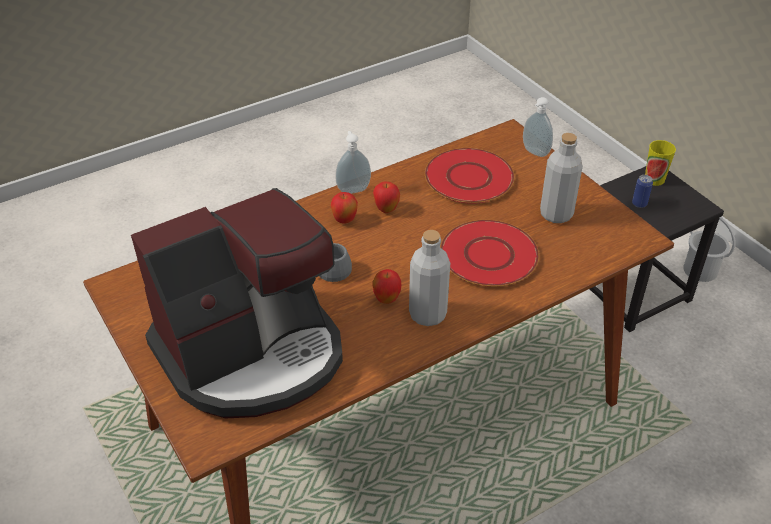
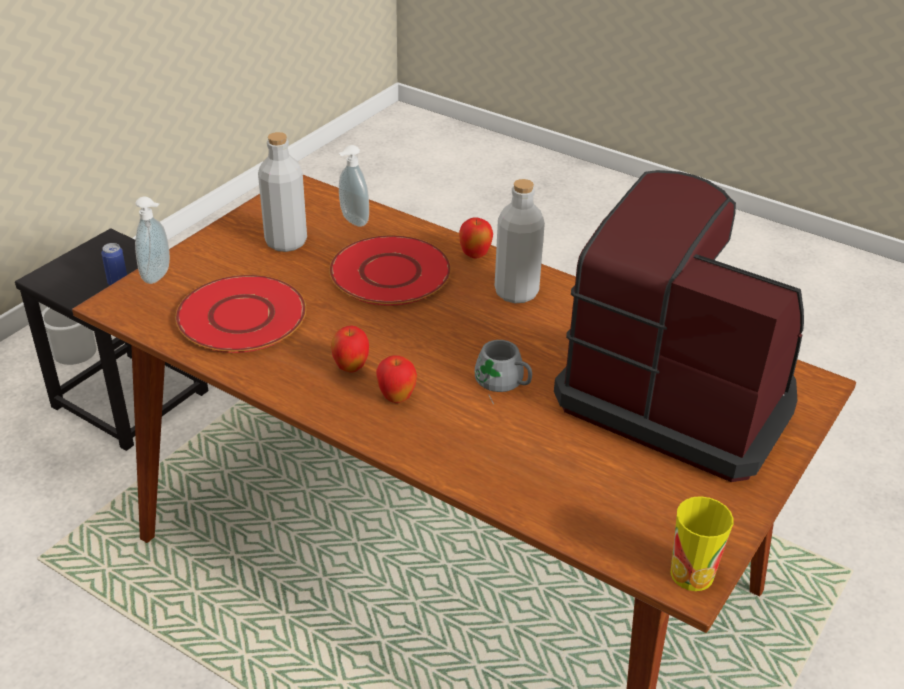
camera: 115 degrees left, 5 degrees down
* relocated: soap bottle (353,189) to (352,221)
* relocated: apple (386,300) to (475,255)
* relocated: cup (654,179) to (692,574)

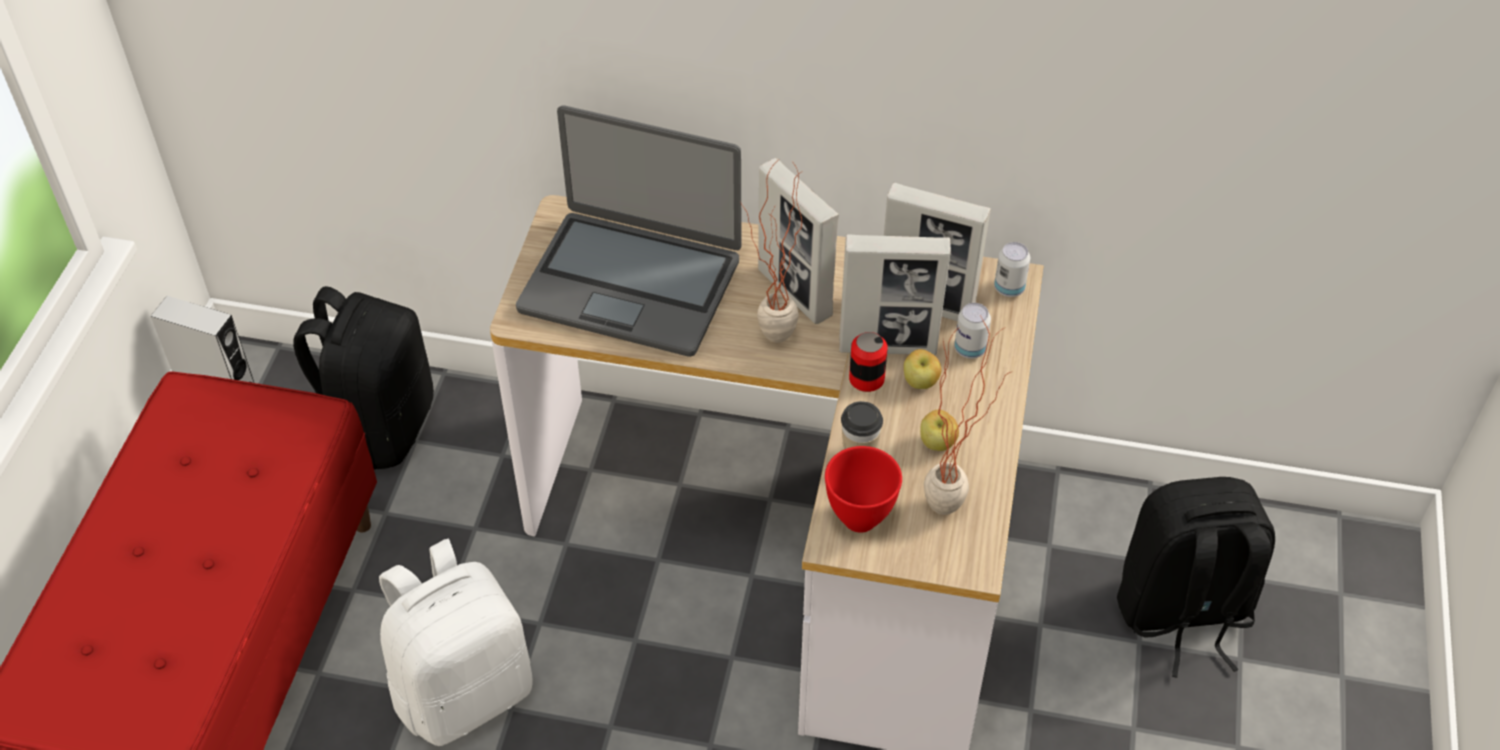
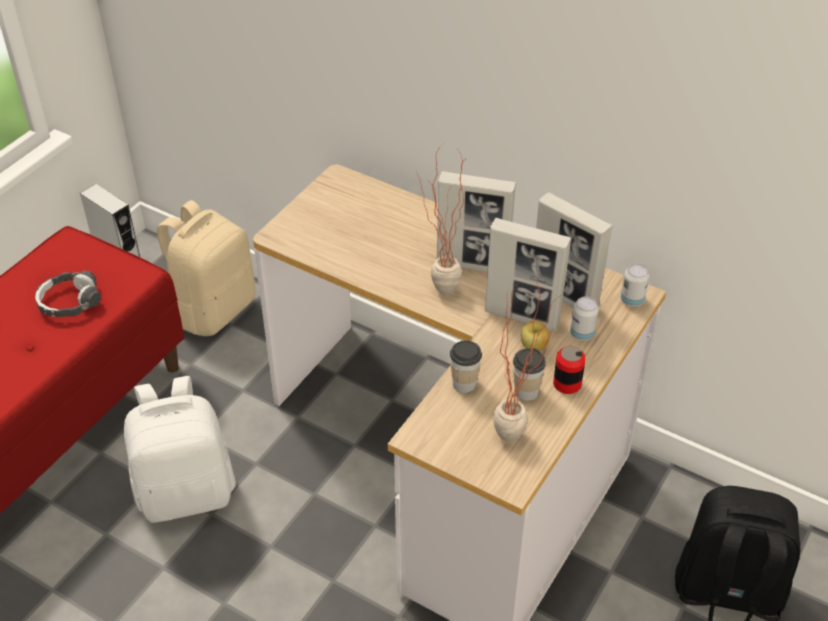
camera: 20 degrees right, 5 degrees down
* appeared: headphones (69,302)
* colour: black rucksack (379,426) to beige-coloured rucksack (213,309)
* spun: standing frame (795,293) = (472,265) 60 degrees counterclockwise
* exchanged: apple (937,444) to cup (526,391)
* relocated: sealed can (866,379) to (567,384)
* missing: notebook computer (631,283)
* missing: reddish deep dish (858,519)

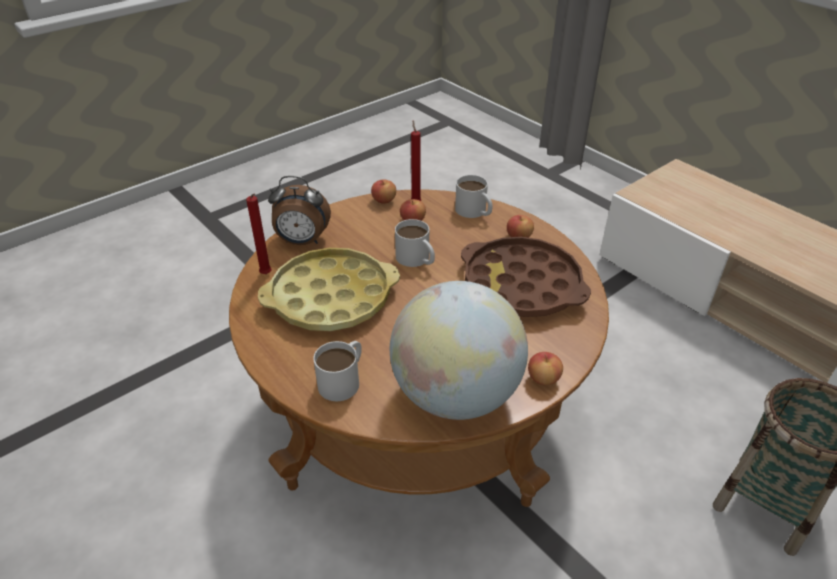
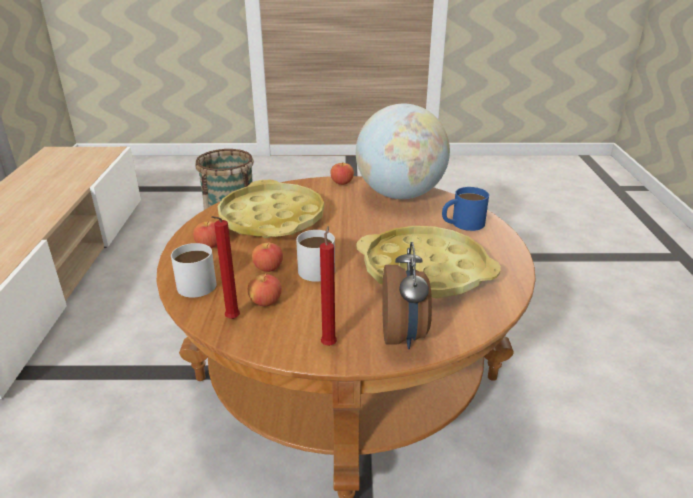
camera: 140 degrees left, 10 degrees down
* colour: brownish carrying tray (521,285) to yellow carrying tray (272,218)
* relocated: apple (384,200) to (268,268)
* relocated: reddish wax light (266,275) to (329,343)
* spun: table clock (302,242) = (404,335) 45 degrees clockwise
* colour: whitish mug (344,379) to blue-coloured mug (462,223)

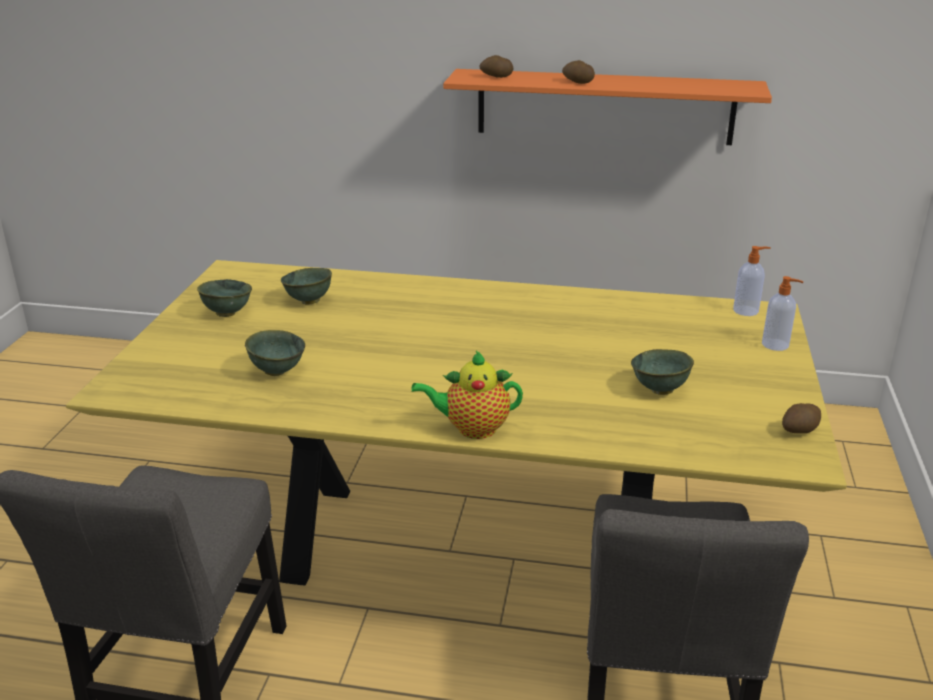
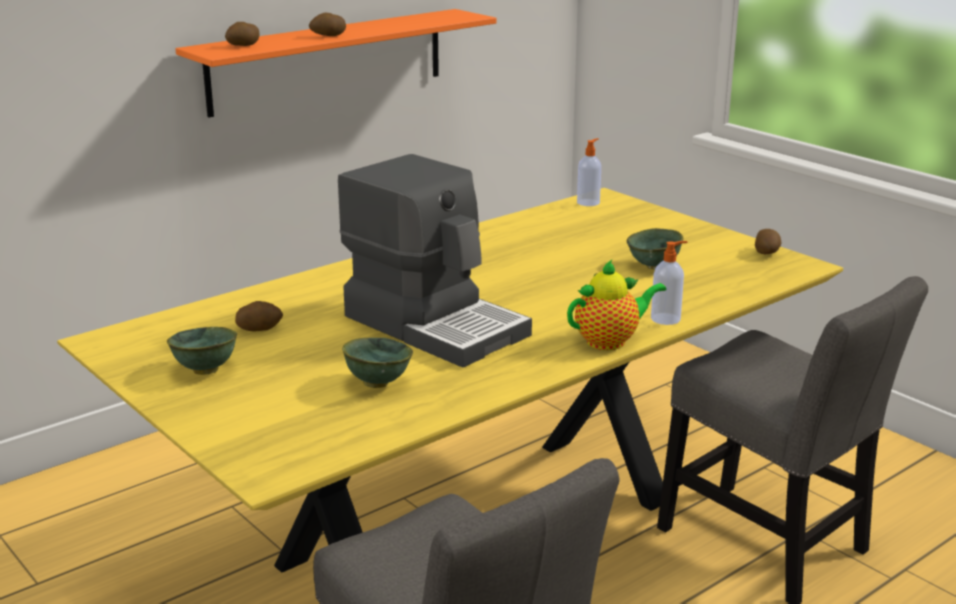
camera: 50 degrees left, 5 degrees down
* exchanged: green-coloured deep dish (308,302) to whole potato (259,328)
* appeared: coffee maker (436,324)
* spun: teapot (472,429) = (610,341) 150 degrees counterclockwise
* relocated: soap bottle (776,345) to (666,319)

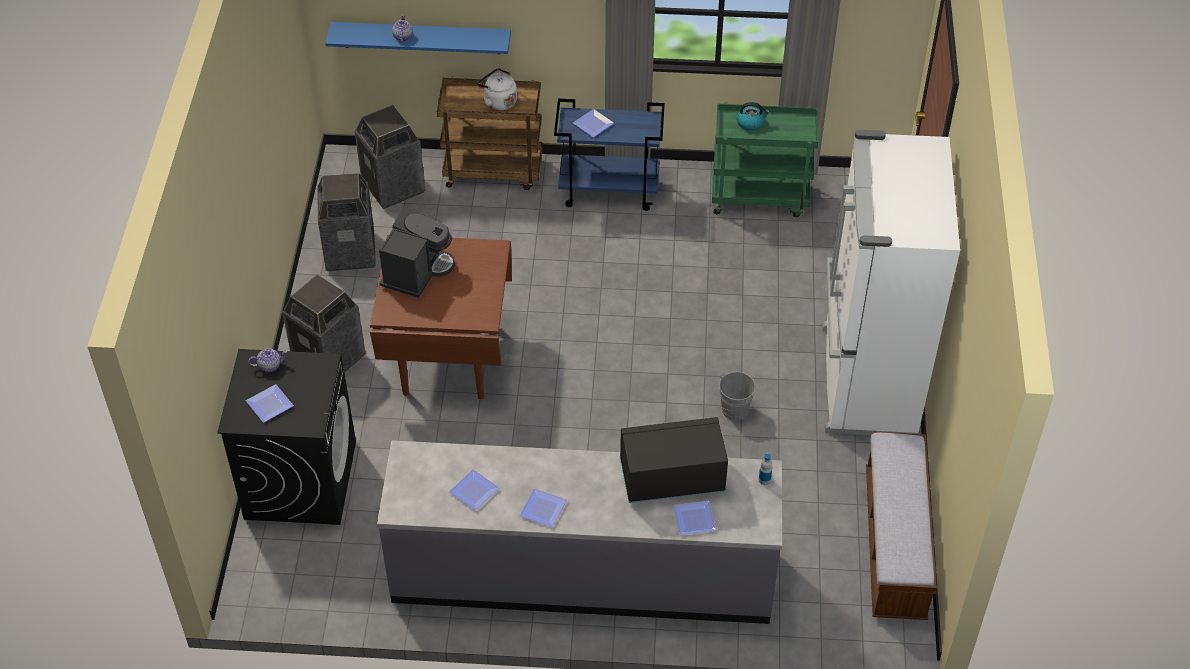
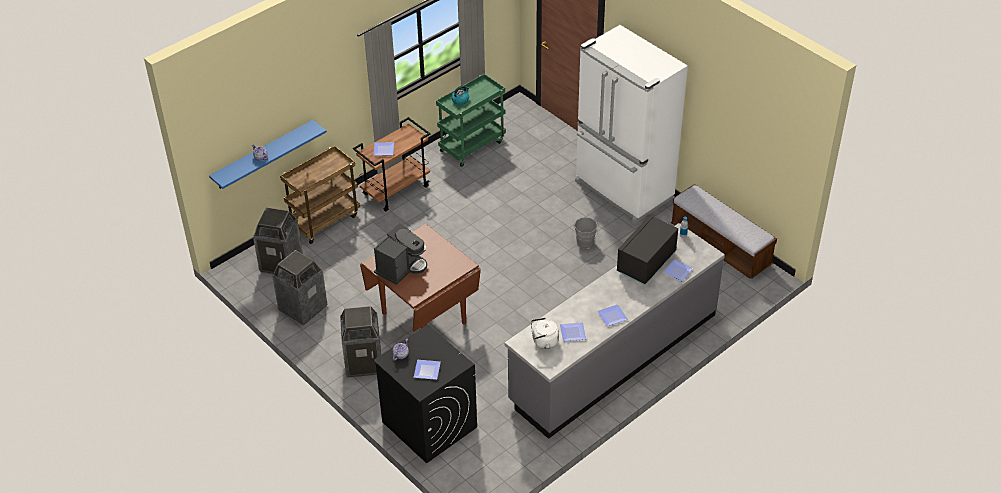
camera: 45 degrees left, 5 degrees down
* colour: blue-coloured trolley (610,190) to brownish trolley (396,190)
* spun: coffee maker (417,271) = (401,268) 60 degrees clockwise
* relocated: whitish kettle (498,101) to (544,342)

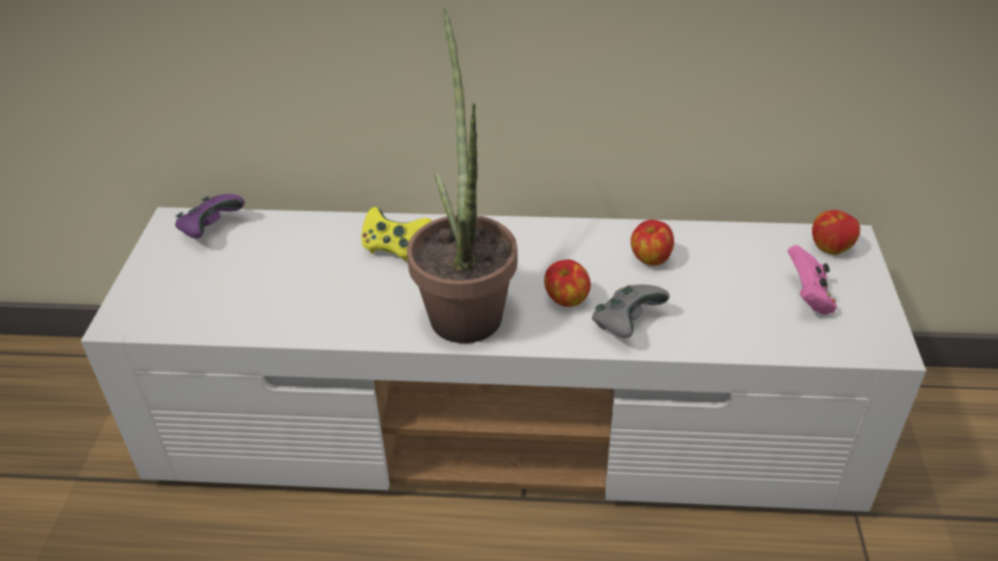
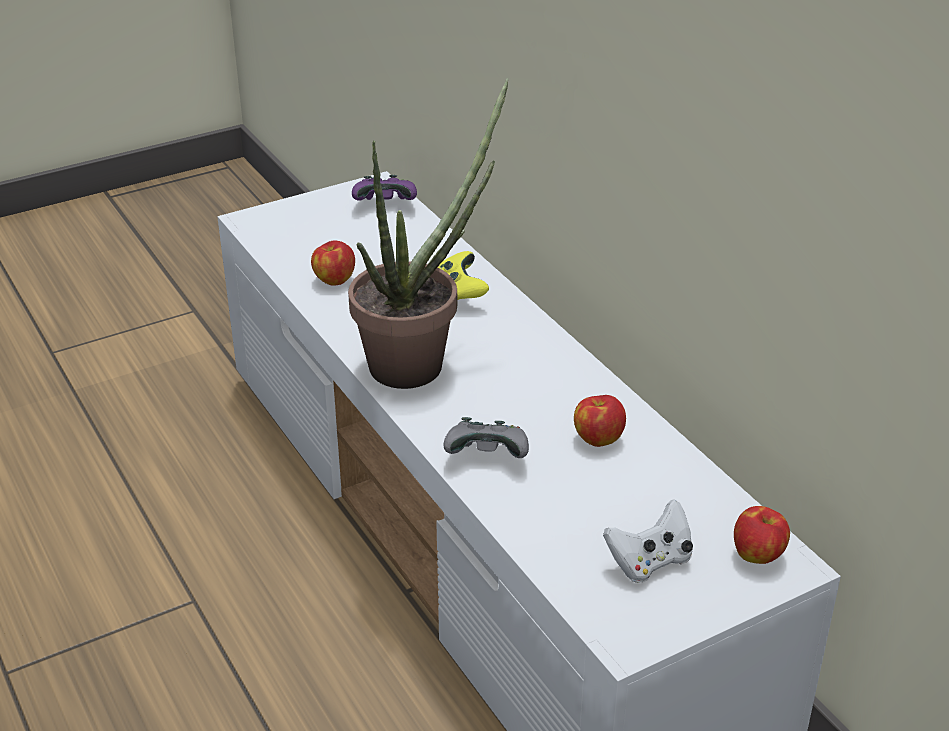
camera: 55 degrees right, 5 degrees down
* relocated: apple (566,300) to (334,280)
* colour: pink game controller (808,298) to whitish game controller (649,562)

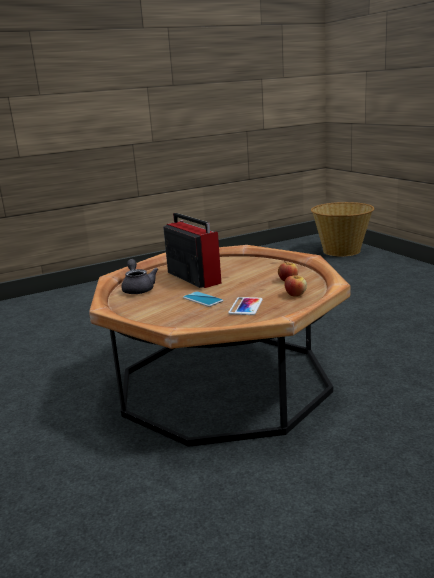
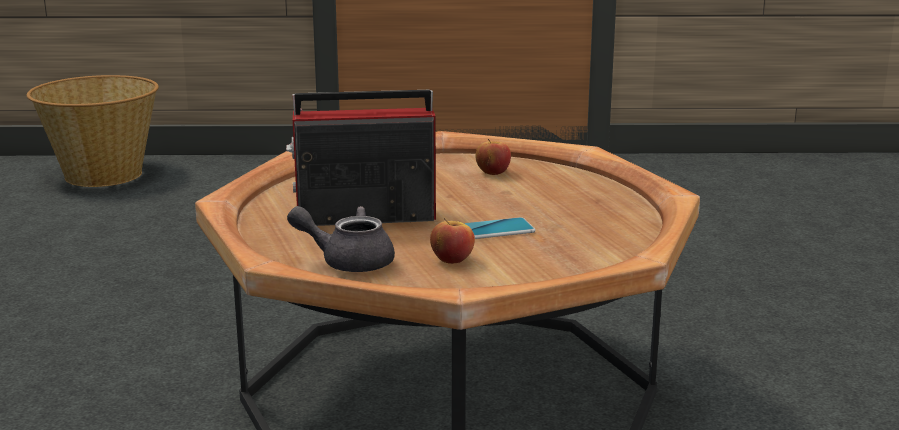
camera: 65 degrees left, 0 degrees up
* relocated: apple (295,295) to (452,260)
* missing: handset (245,306)

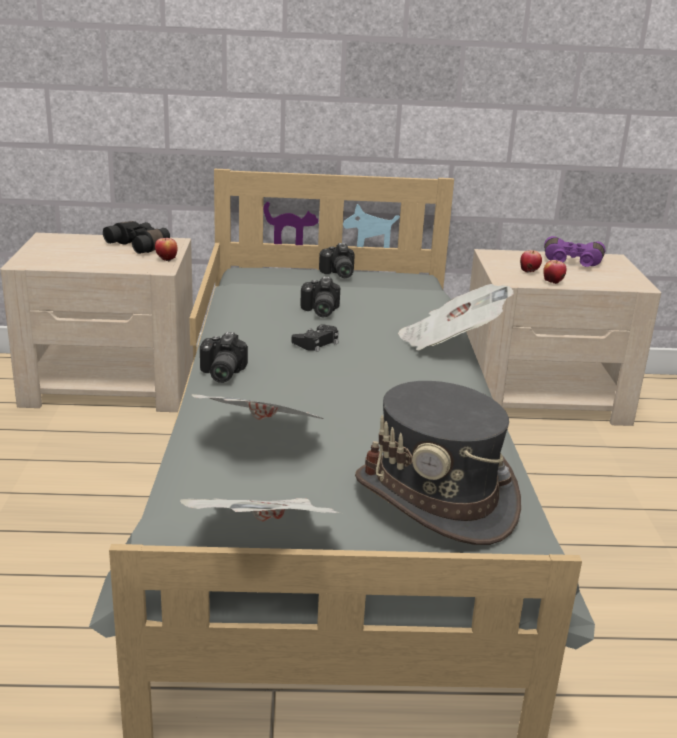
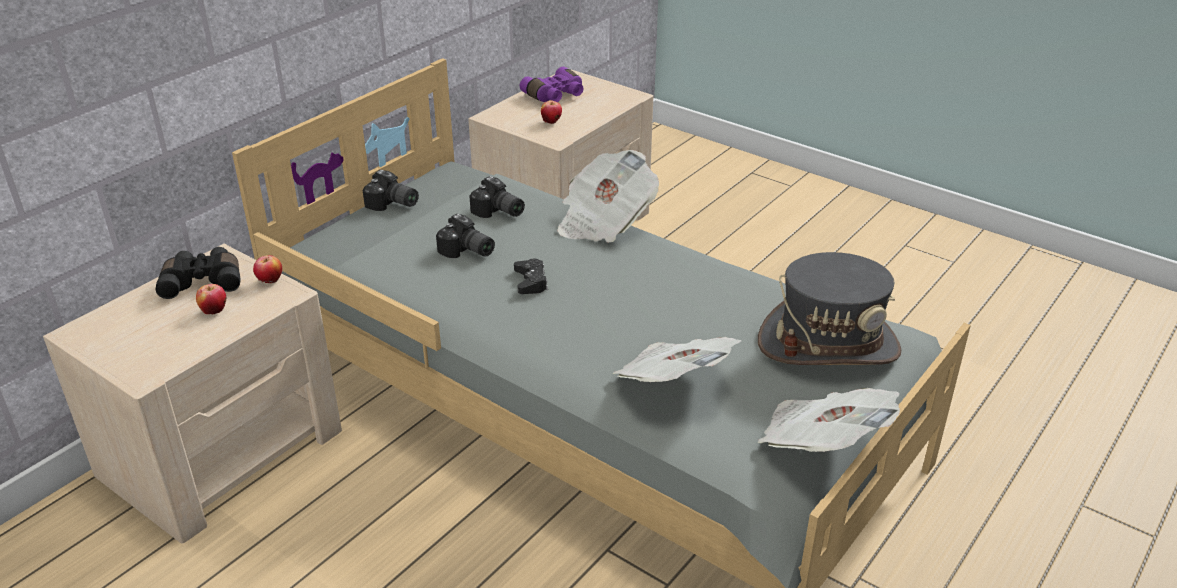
camera: 50 degrees left, 10 degrees up
* relocated: apple (553,282) to (214,311)
* relocated: still camera (220,373) to (498,212)

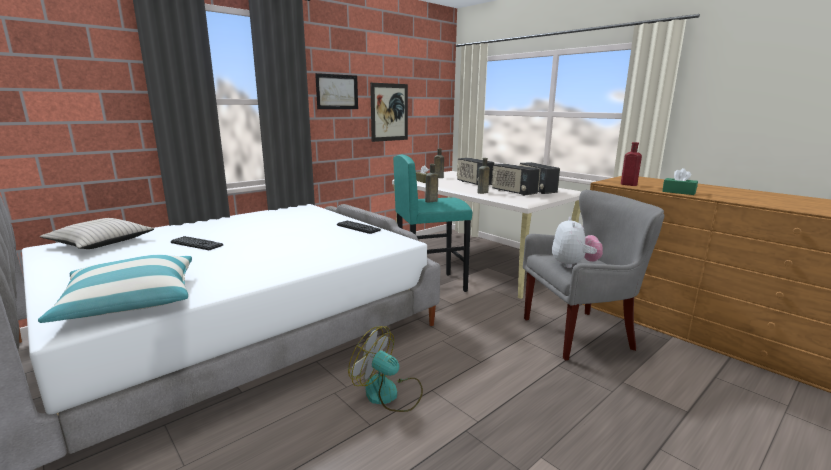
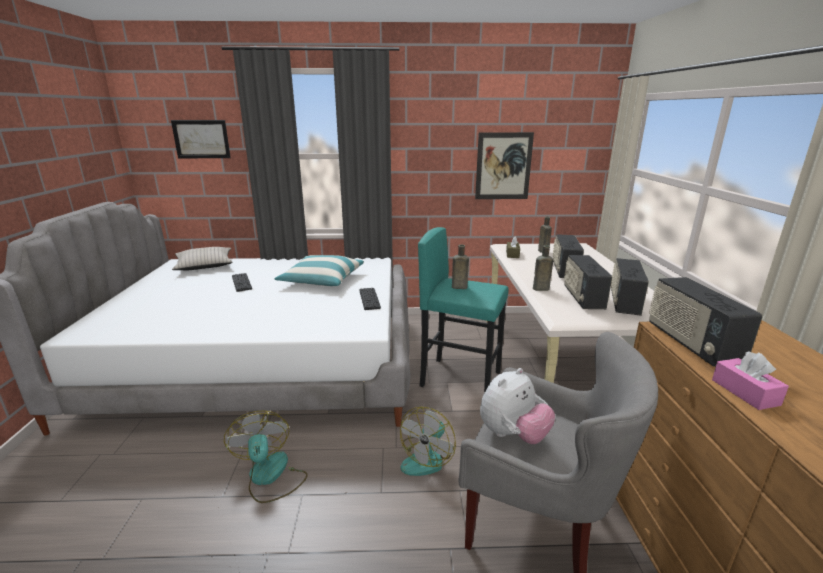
camera: 40 degrees right, 5 degrees up
* relocated: picture (337,92) to (201,139)
* relocated: throw pillow (131,301) to (322,280)
* appeared: cooling fan (427,458)
* exchanged: reddish bottle (627,184) to radio receiver (690,344)
* colour: green-coloured tissue holder (678,192) to pink tissue holder (745,392)

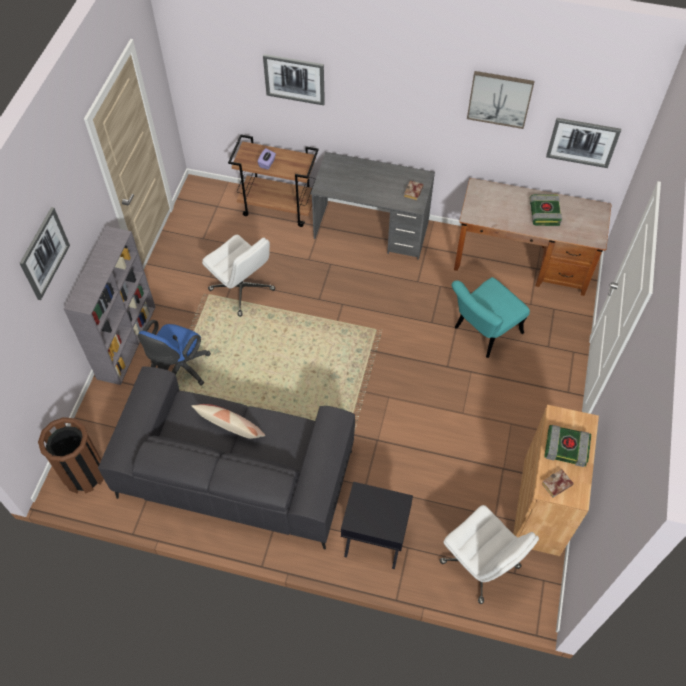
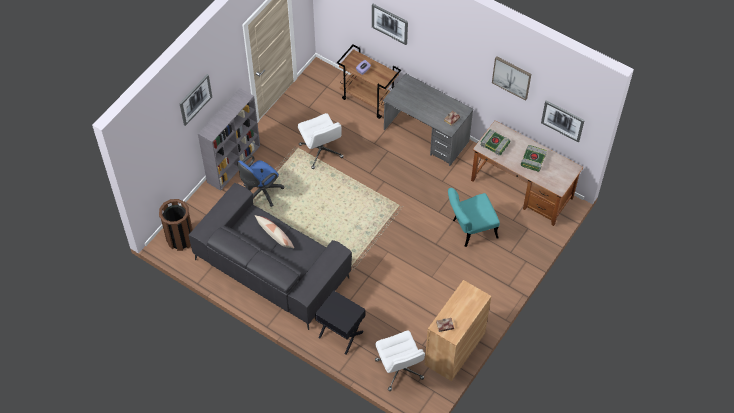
camera: 20 degrees right, 0 degrees up
* relocated: bound book (567,447) to (495,144)

